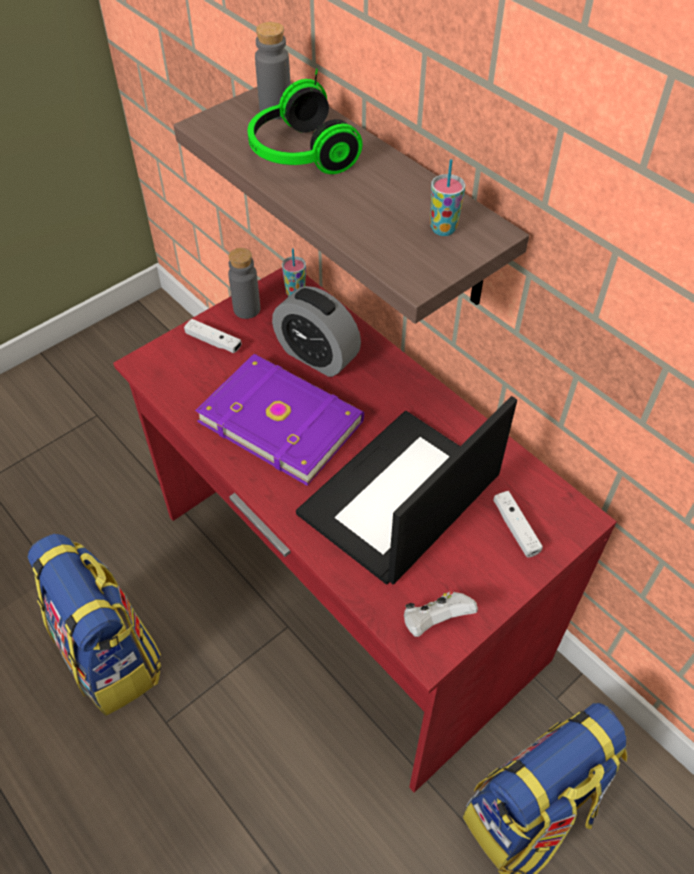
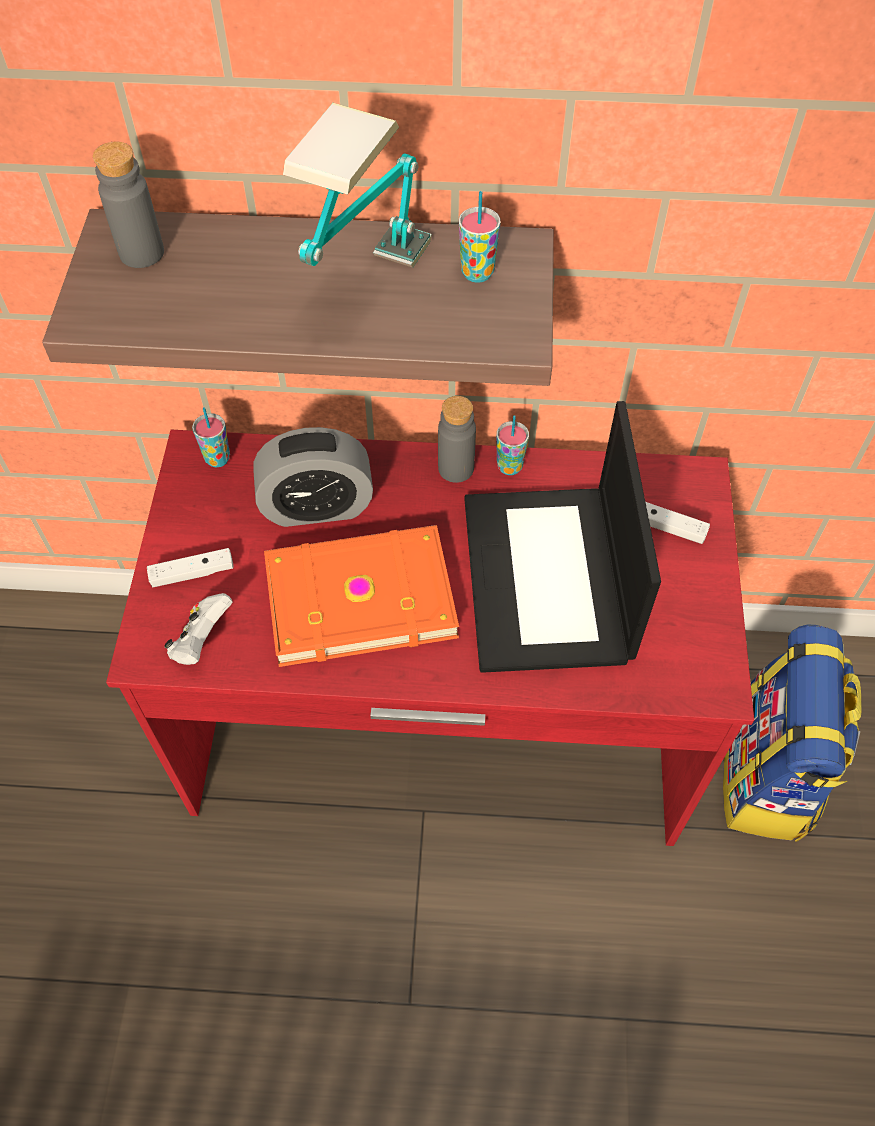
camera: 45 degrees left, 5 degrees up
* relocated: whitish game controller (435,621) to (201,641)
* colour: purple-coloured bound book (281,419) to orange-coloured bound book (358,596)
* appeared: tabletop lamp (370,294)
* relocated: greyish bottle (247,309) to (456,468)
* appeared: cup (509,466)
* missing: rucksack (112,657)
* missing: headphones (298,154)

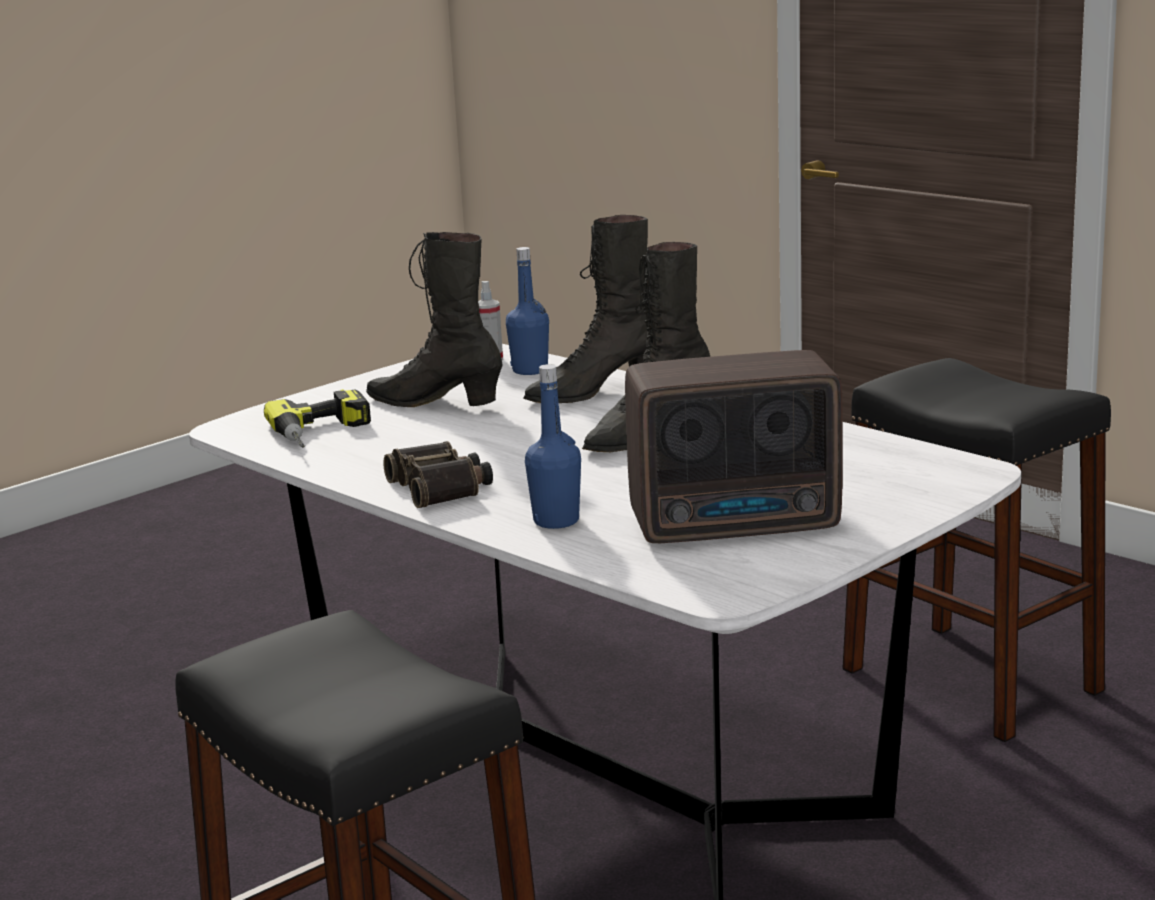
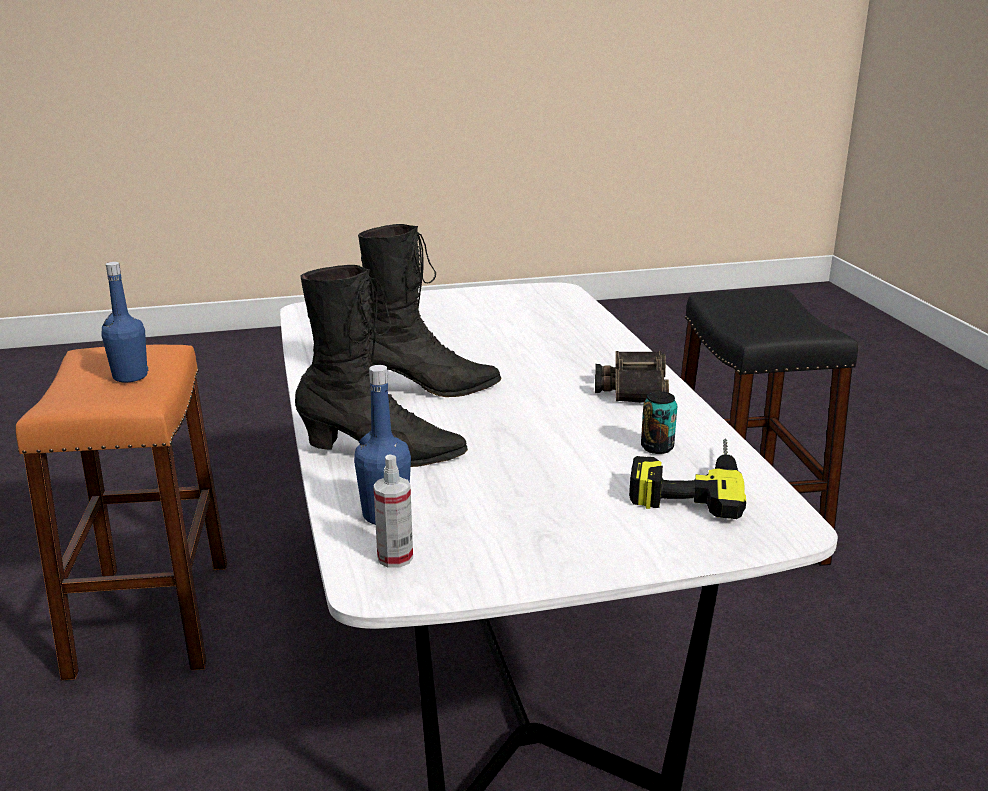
camera: 150 degrees left, 5 degrees up
* colour: black stool (971,680) to orange-coloured stool (151,617)
* relocated: blue-coloured bottle (556,521) to (130,376)
* appeared: sealed can (657,447)
* missing: black high-top boot (435,404)
* missing: radio receiver (739,526)

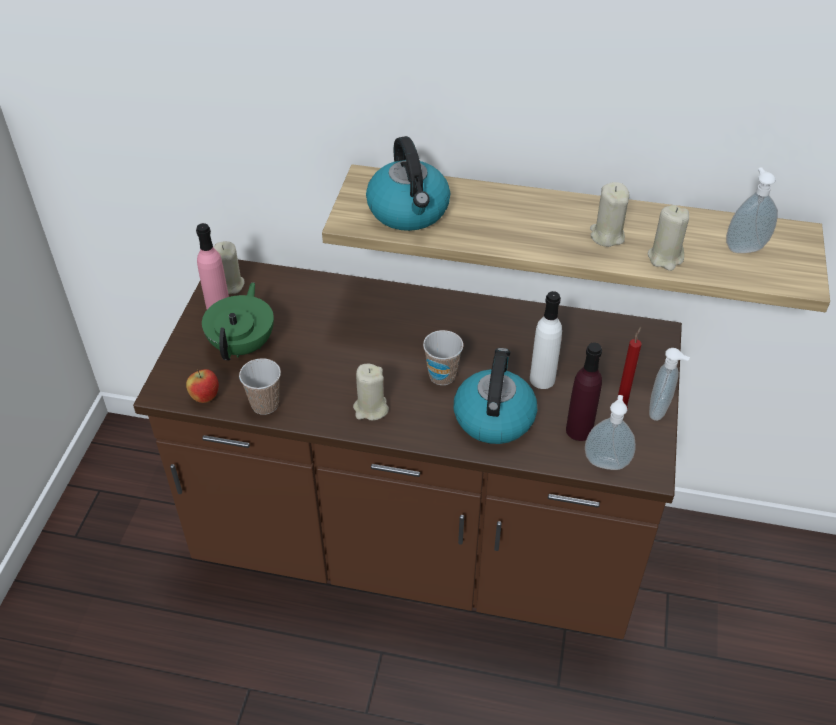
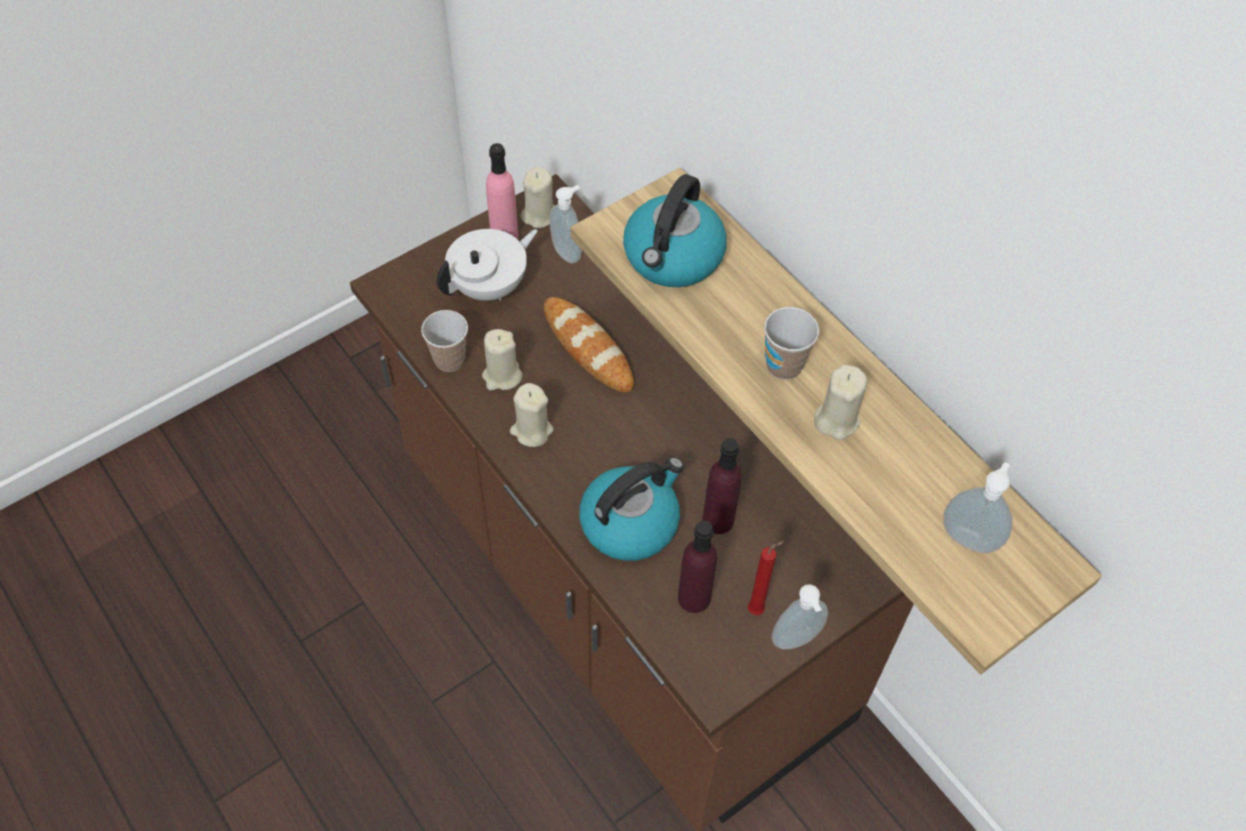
camera: 40 degrees right, 10 degrees up
* colour: green-coloured teapot (243,345) to whitish teapot (490,286)
* relocated: beige-coloured wax light (665,258) to (502,376)
* appeared: bread (588,348)
* relocated: soap bottle (606,462) to (568,252)
* colour: whitish bottle (542,379) to purple-coloured bottle (718,520)
* relocated: cup (442,376) to (784,365)
* missing: apple (205,397)

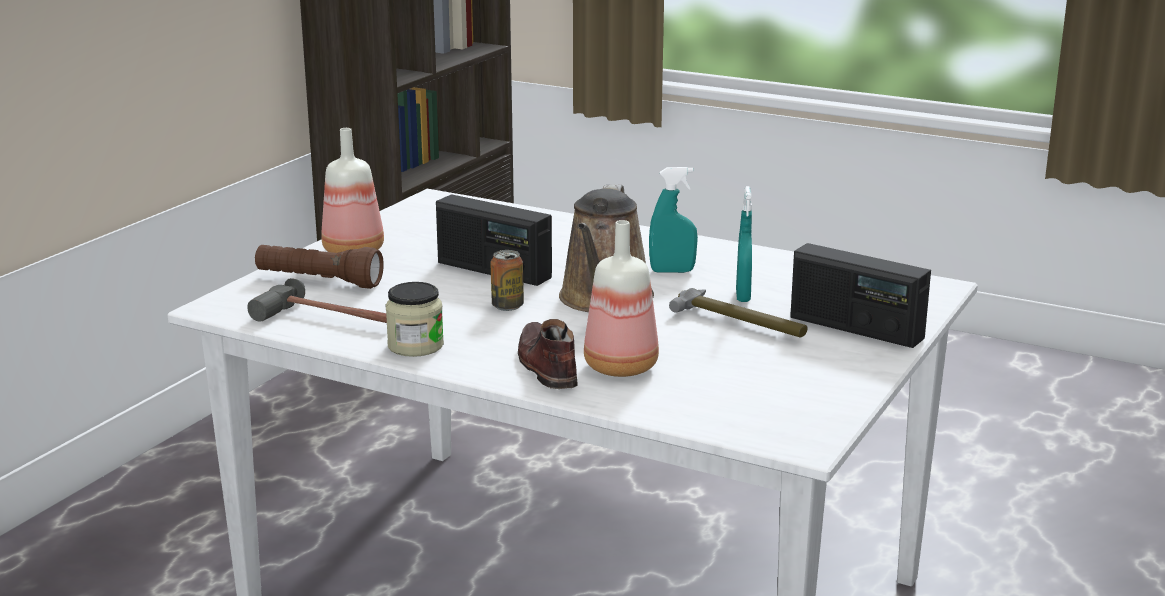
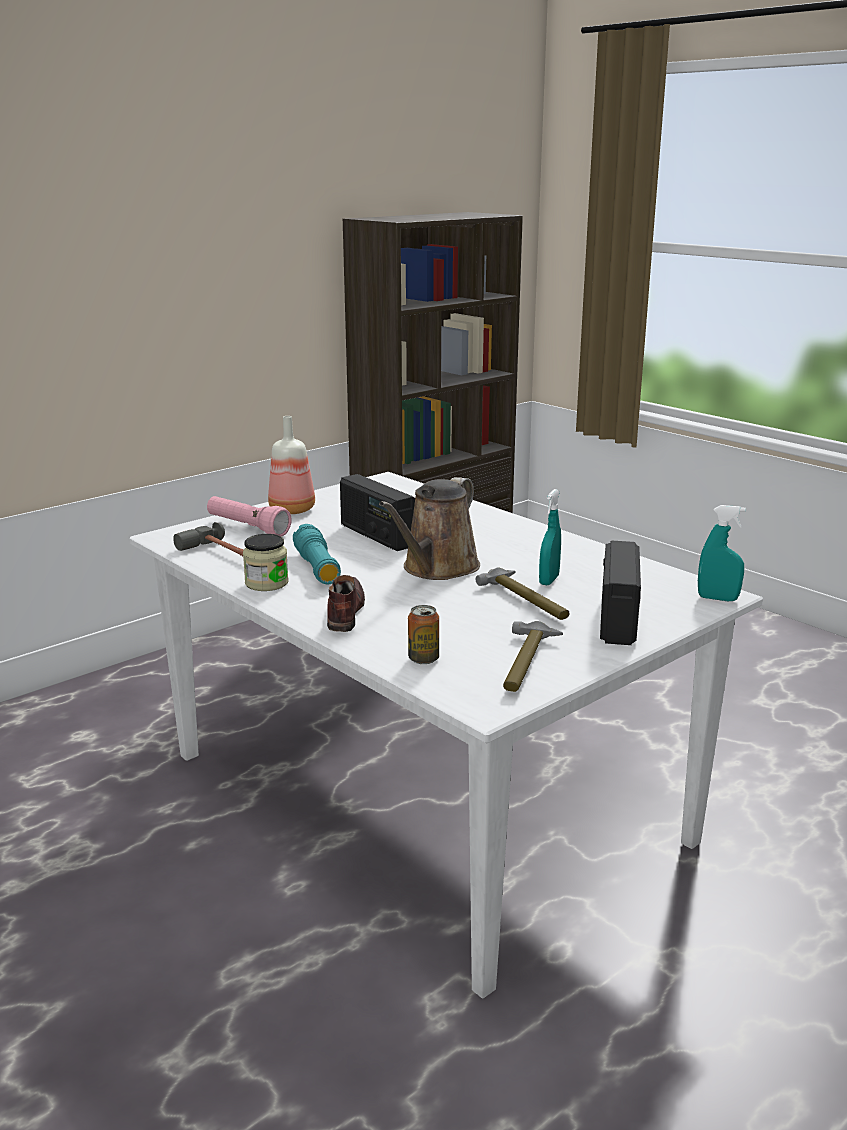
camera: 20 degrees right, 0 degrees up
* colour: brownish hand torch (319,281) to pink hand torch (247,528)
* appeared: turquoise-coloured hand torch (317,568)
* relocated: sealed can (507,306) to (423,659)
* appeared: hammer (525,664)
* spun: radio receiver (856,328) = (619,619) 135 degrees counterclockwise
* relocated: turquoise-coloured hand sprayer (672,271) to (717,598)
* missing: bottle (622,368)

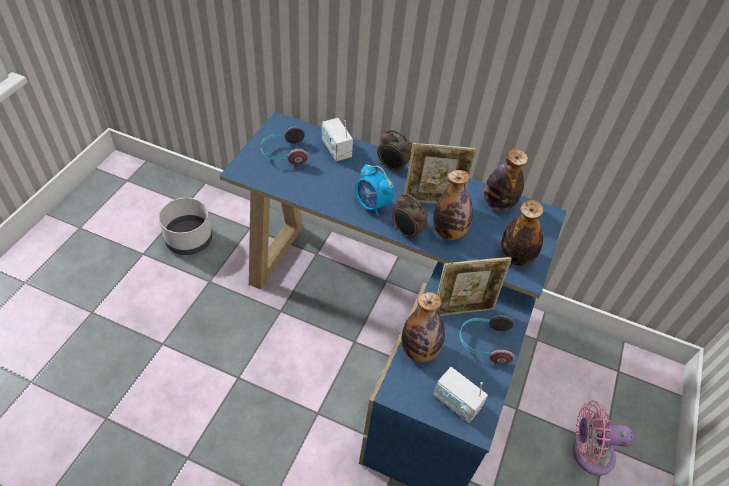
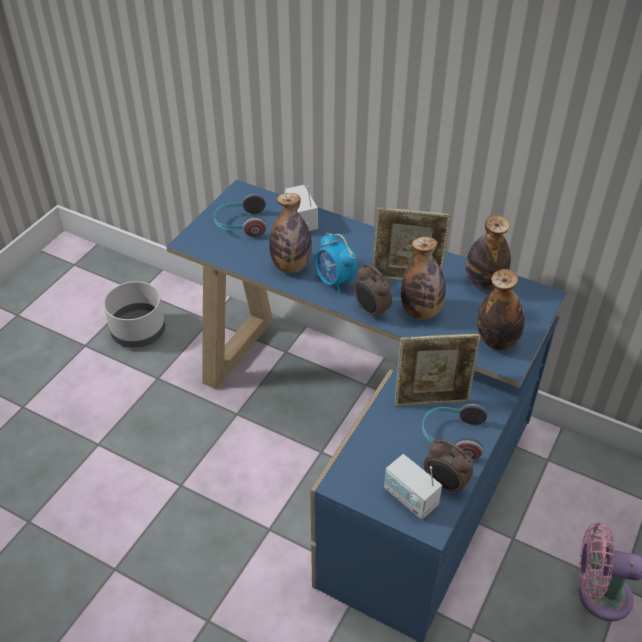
camera: 10 degrees right, 5 degrees down
* relocated: bottle (419,350) to (291,266)
* relocated: table clock (392,167) to (445,484)

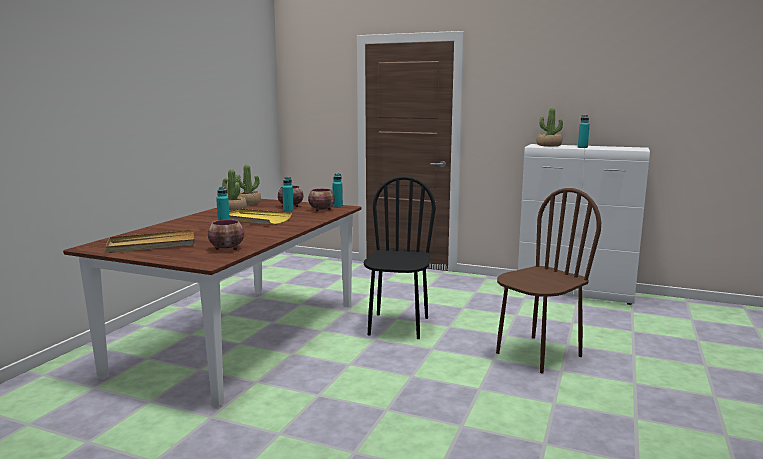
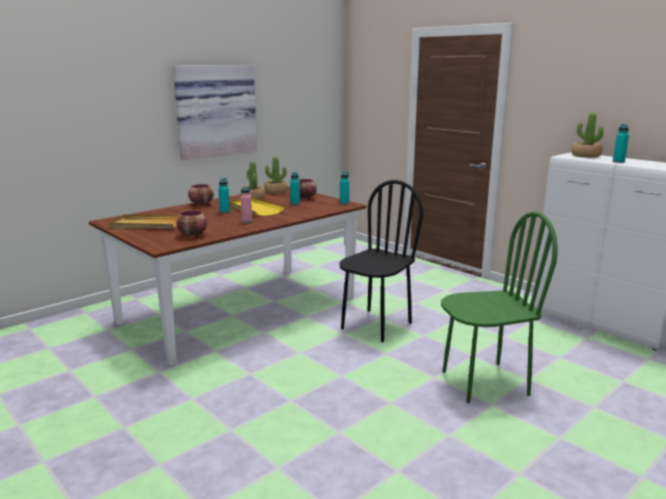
camera: 25 degrees right, 5 degrees up
* appeared: picture (215,111)
* relocated: deep dish (322,210) to (202,204)
* appeared: pink bottle (247,221)
* colour: brownish chair (538,354) to green-coloured chair (484,382)

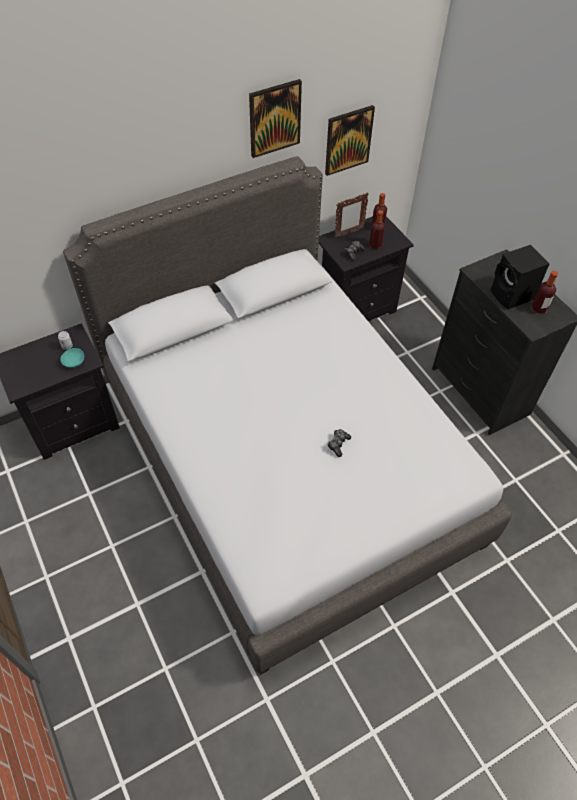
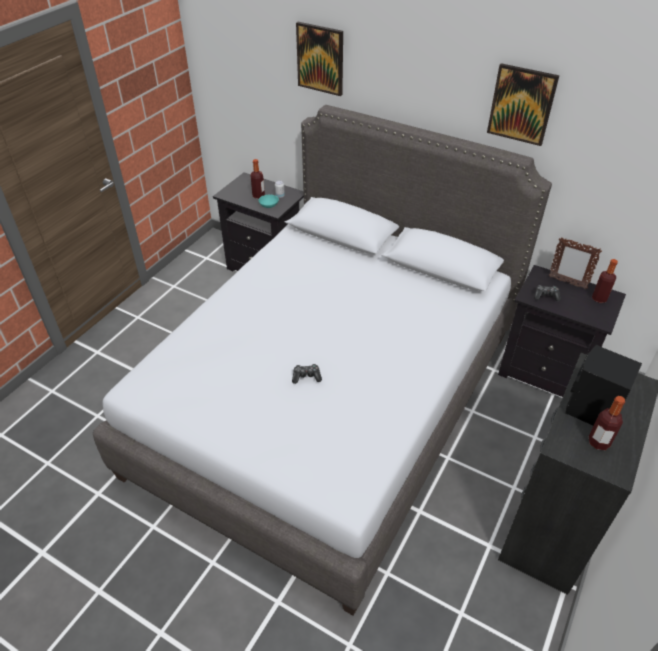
camera: 60 degrees right, 10 degrees down
* relocated: bottle (375,245) to (258,196)
* relocated: picture (348,140) to (320,58)

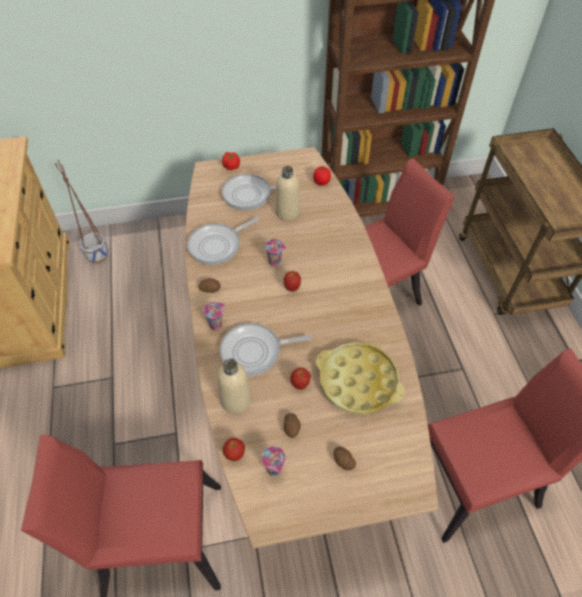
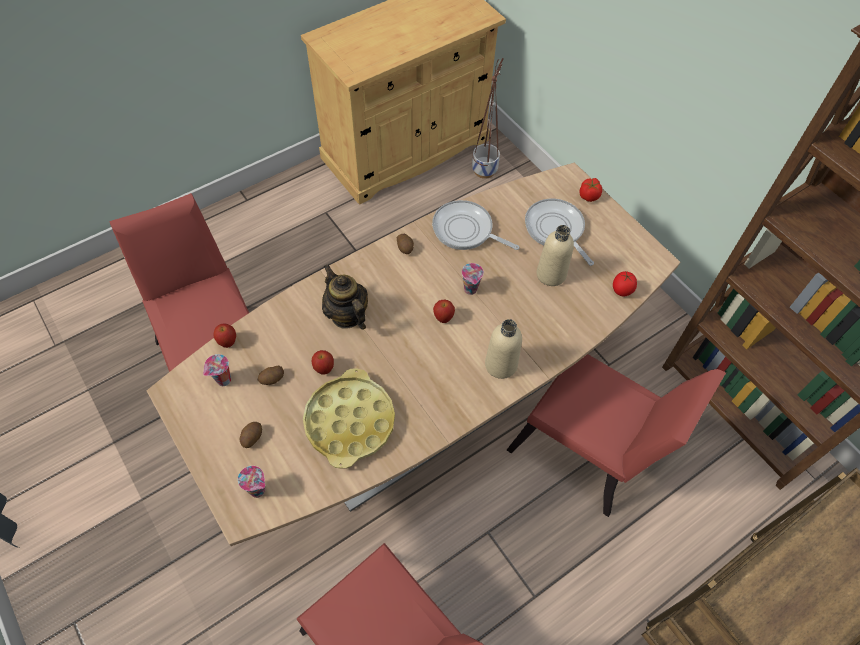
camera: 65 degrees right, 5 degrees up
* relocated: cup (216,325) to (258,490)
* exchanged: frying pan (255,351) to teapot (346,315)
* relocated: beige-coloured bottle (236,400) to (501,365)

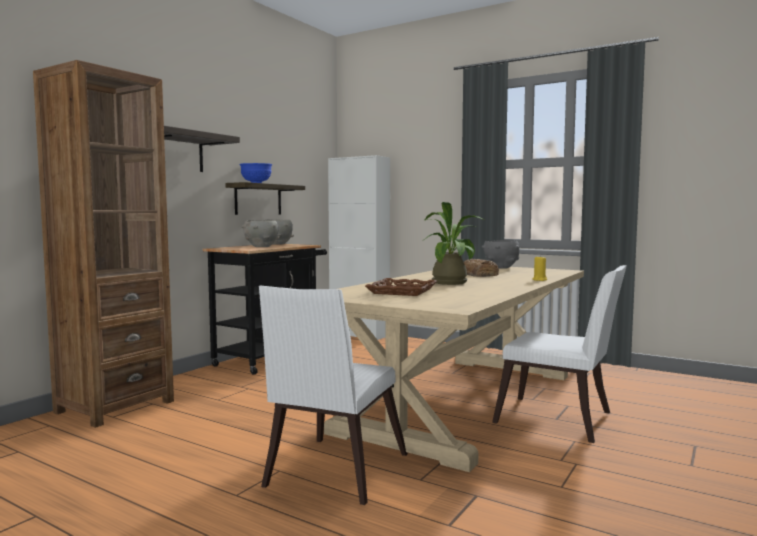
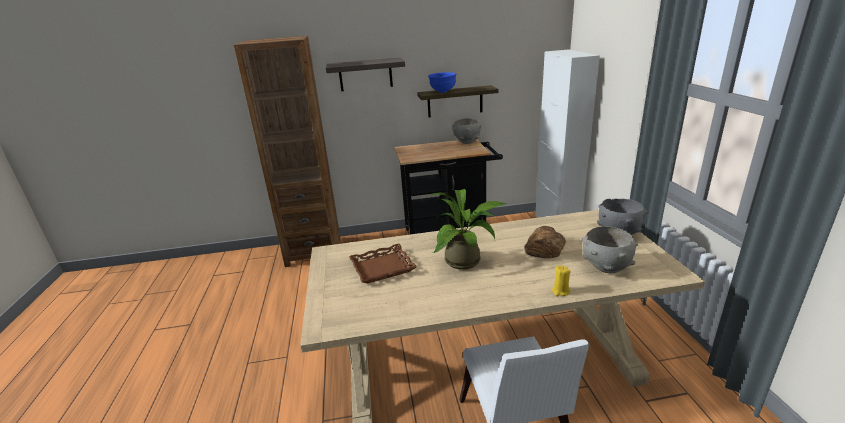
camera: 50 degrees right, 20 degrees up
* relocated: greyish deep dish (261,247) to (605,268)
* missing: whitish chair (332,473)

